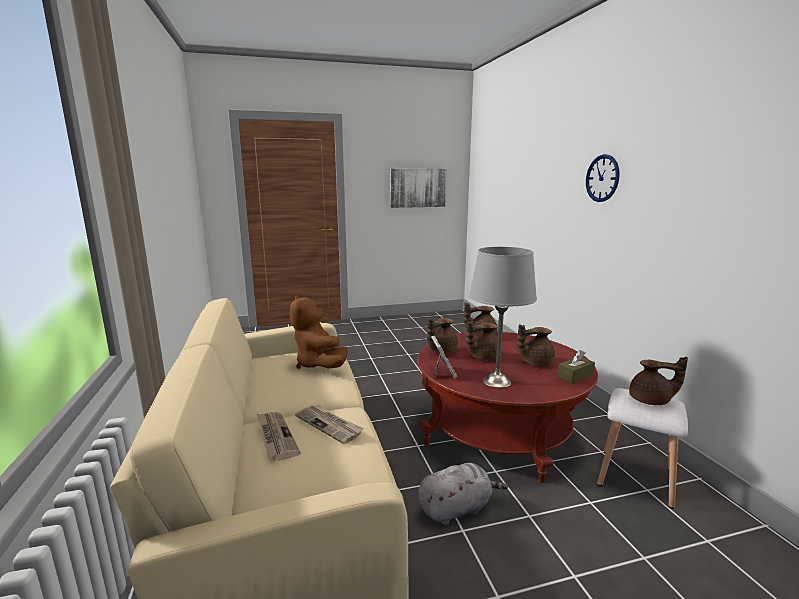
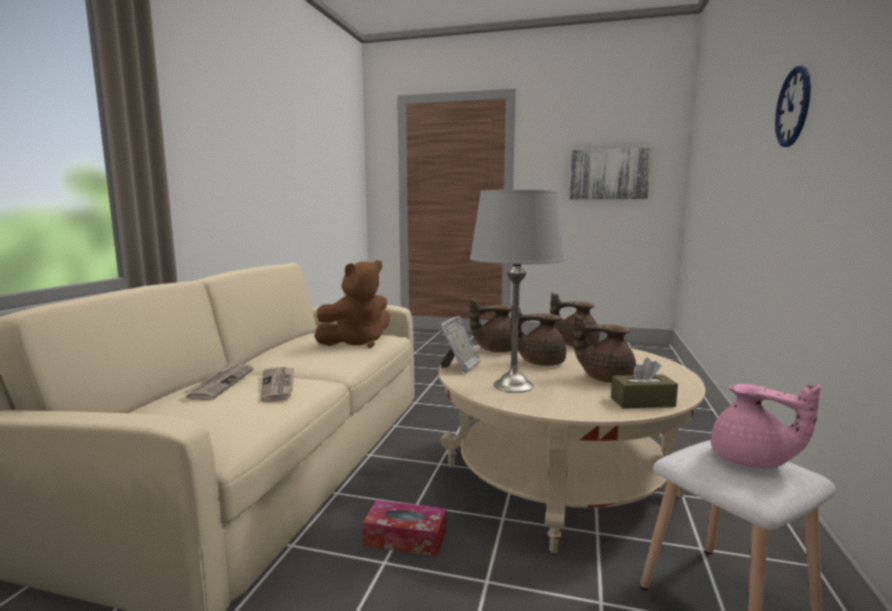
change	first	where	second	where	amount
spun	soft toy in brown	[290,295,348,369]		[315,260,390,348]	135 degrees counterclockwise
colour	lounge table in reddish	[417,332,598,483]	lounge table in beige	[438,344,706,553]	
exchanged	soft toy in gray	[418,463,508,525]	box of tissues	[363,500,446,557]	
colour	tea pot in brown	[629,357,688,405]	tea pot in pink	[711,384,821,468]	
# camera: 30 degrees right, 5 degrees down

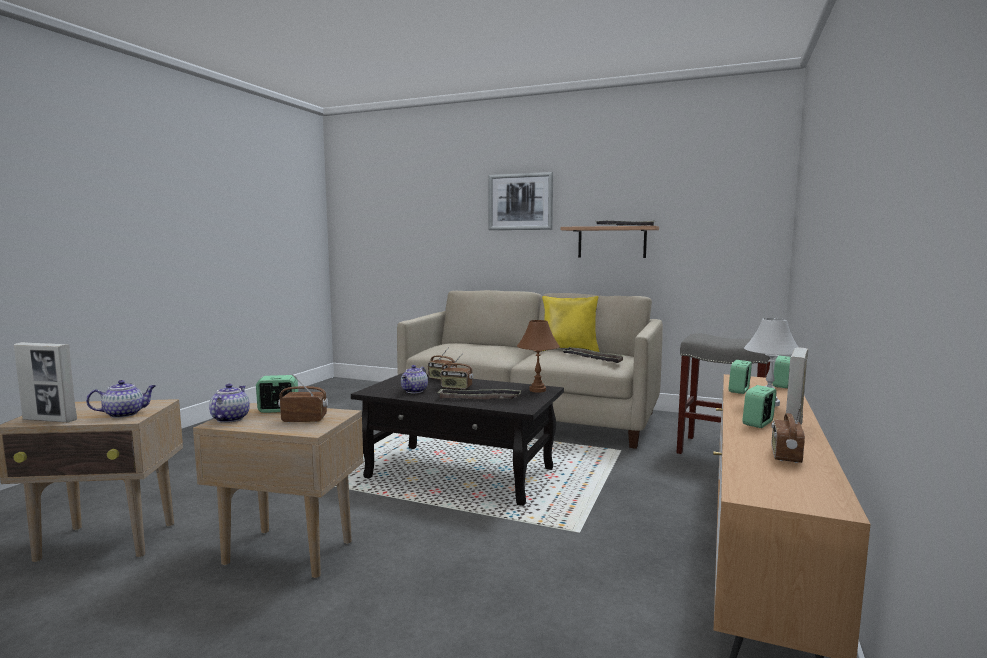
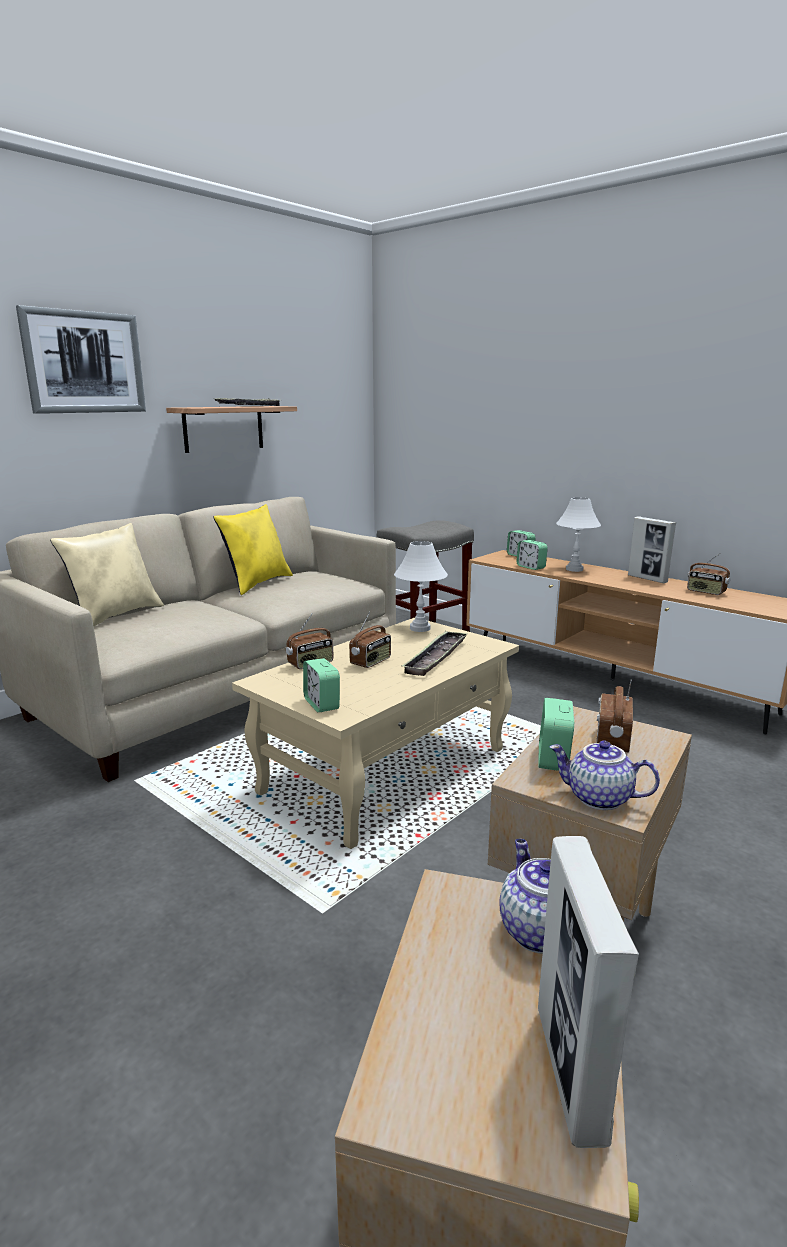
change	first	where	second	where	amount
spun	standing frame	[14,342,77,422]		[538,836,639,1148]	150 degrees clockwise
colour	lounge table in black-coloured	[351,373,564,506]	lounge table in beige	[232,618,519,849]	
missing	tea pot	[401,365,428,393]			
colour	lamp for a table in brown	[517,320,560,393]	lamp for a table in white	[394,541,448,632]	
missing	serving tray	[563,347,626,363]			
relocated	table clock	[743,385,777,428]		[303,658,340,712]	
appeared			cushion in beige	[50,523,164,626]	
# camera: 70 degrees left, 10 degrees up

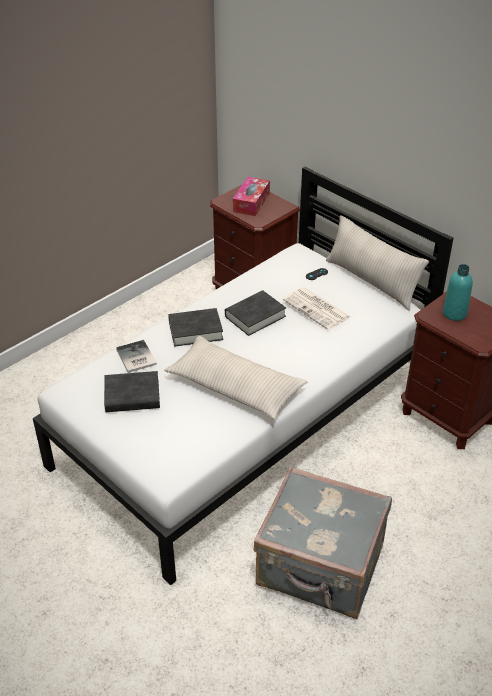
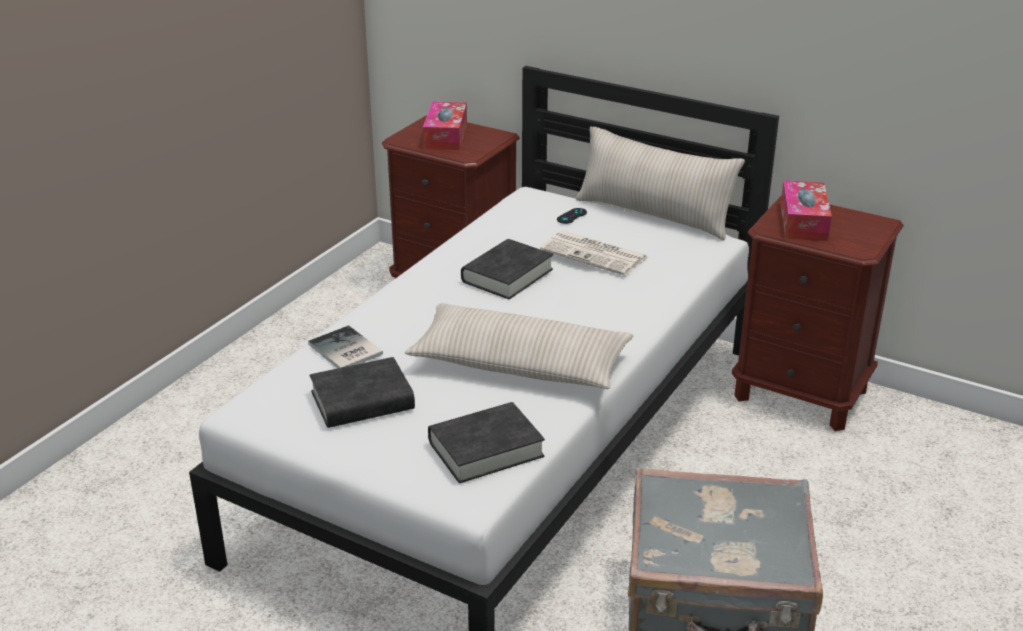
change	first	where	second	where	amount
relocated	book in black-coloured	[168,308,223,347]		[428,402,545,483]	
exchanged	bottle in turquoise-coloured	[443,264,473,321]	box of tissues	[781,180,832,241]	
# camera: 15 degrees left, 10 degrees down

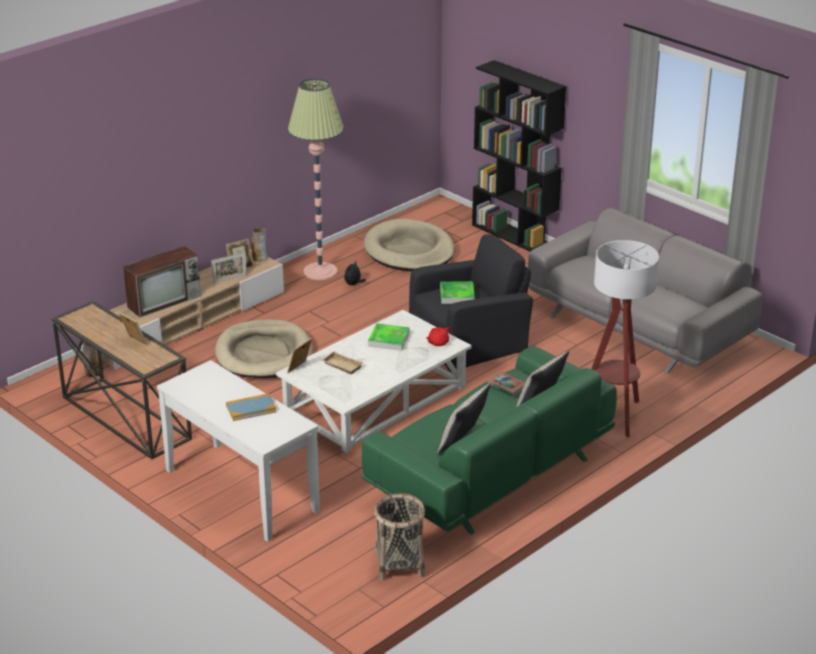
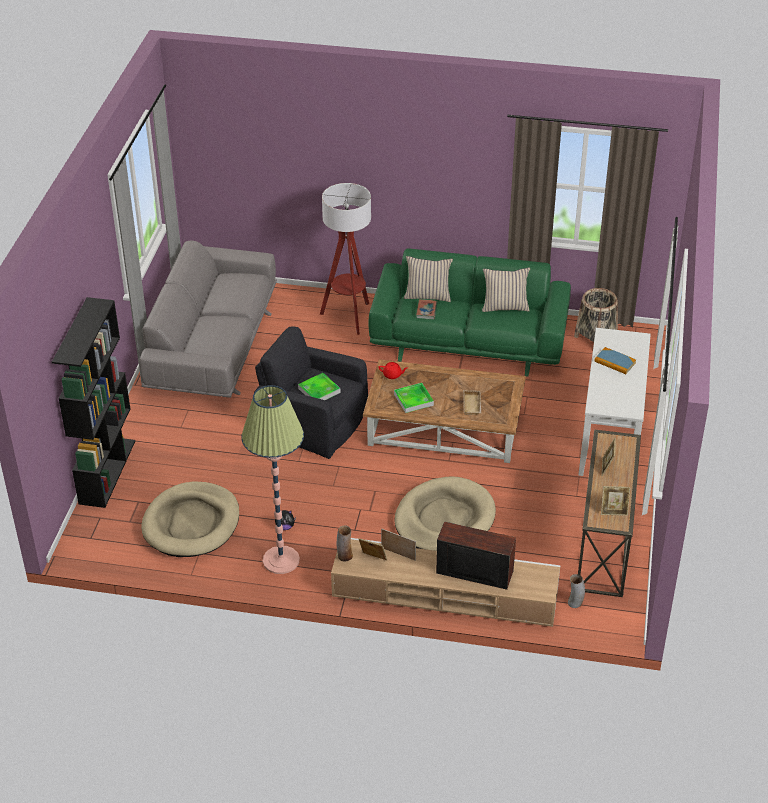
change	first	where	second	where	amount
colour	lounge table in white	[276,310,472,453]	lounge table in brown	[363,359,526,463]	
relocated	standing frame	[287,338,312,373]		[601,486,630,516]	
# camera: 125 degrees left, 10 degrees up

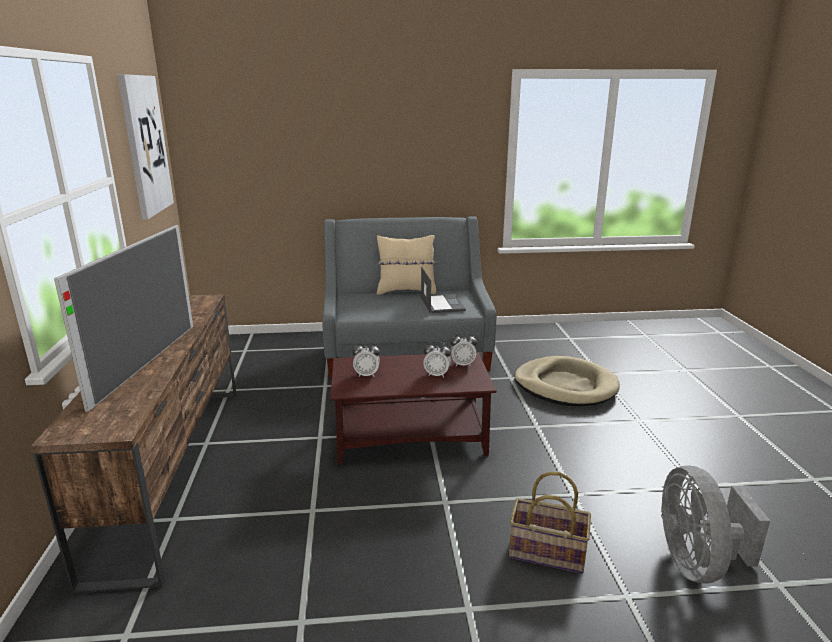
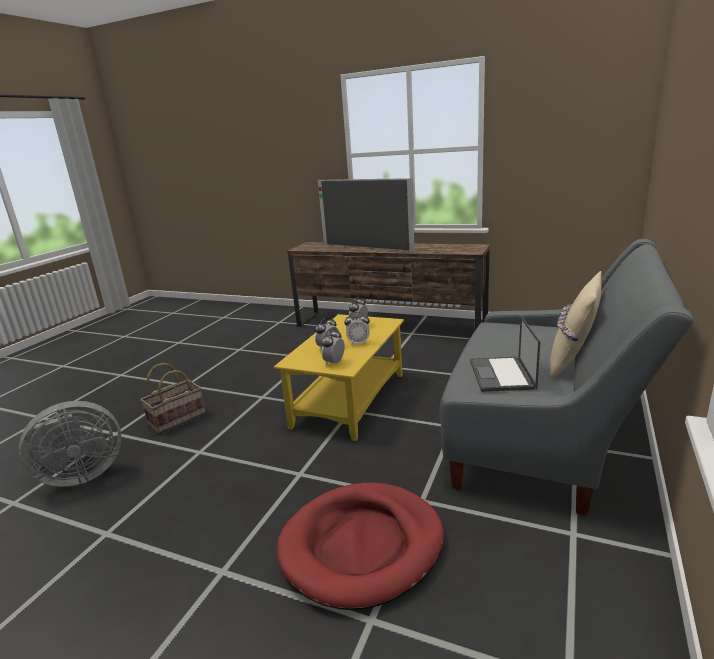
change	first	where	second	where	amount
missing	wall art	[118,74,174,219]			
colour	lounge table in brown	[330,352,496,464]	lounge table in yellow	[274,314,404,441]	
spun	notebook computer	[421,267,466,313]		[470,316,541,392]	75 degrees clockwise
colour	dog cushion in beige	[514,356,620,406]	dog cushion in reddish	[277,482,444,610]	
spun	fan in gray	[661,466,770,583]		[19,401,121,487]	120 degrees clockwise
appeared			table clock	[344,312,370,345]	
# camera: 120 degrees right, 0 degrees up

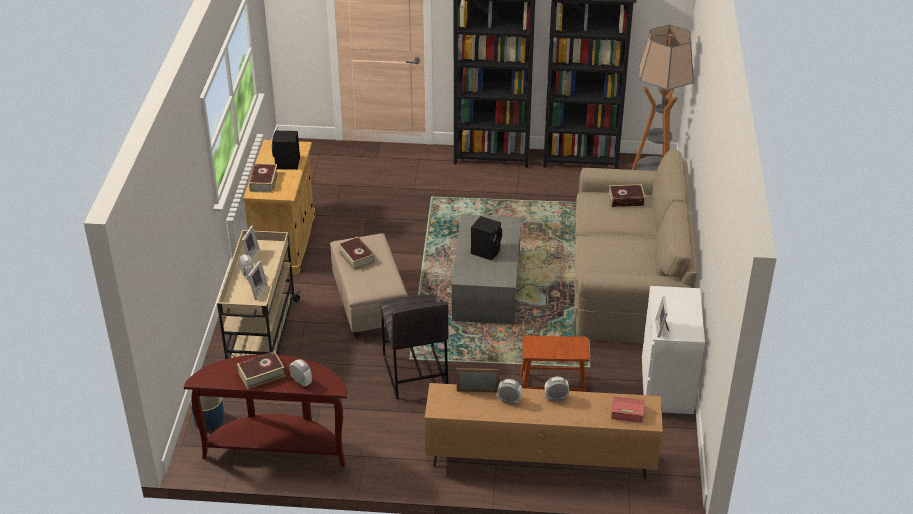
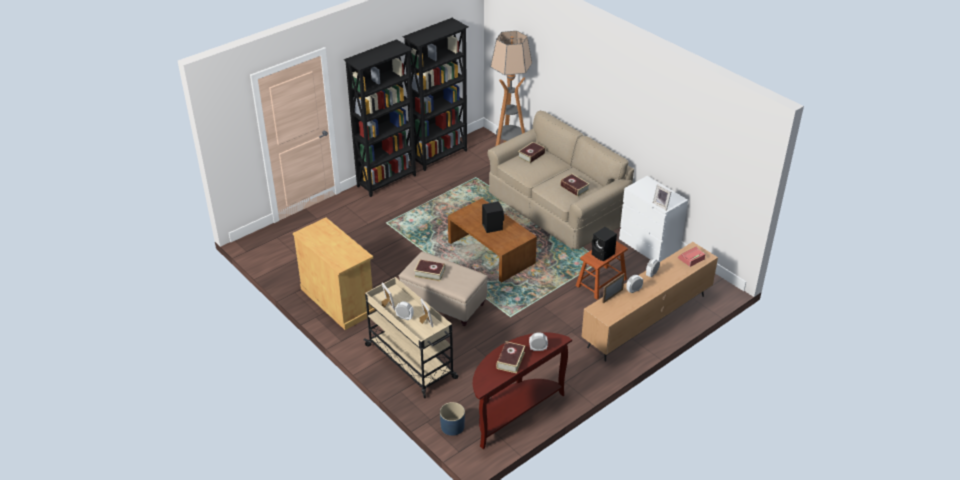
change	first	where	second	where	amount
relocated	book	[249,164,278,193]		[560,174,589,196]	
relocated	speaker in black-coloured	[272,130,300,170]		[592,227,617,262]	
missing	stool in gray	[380,294,448,399]			
colour	lounge table in gray	[452,214,521,324]	lounge table in brown	[448,198,537,283]	
# camera: 45 degrees left, 0 degrees up

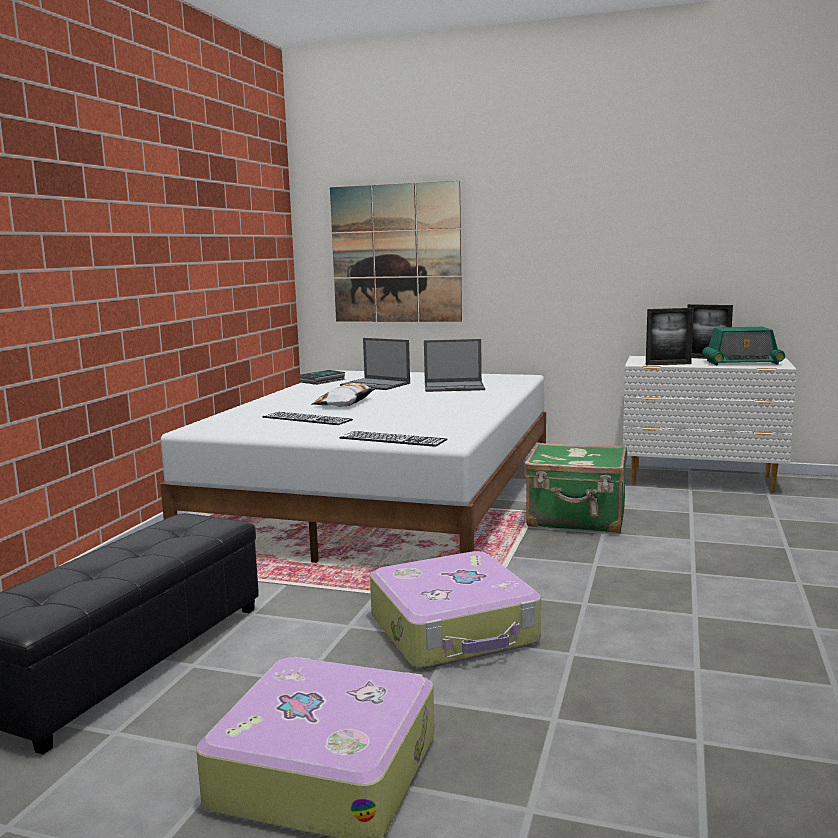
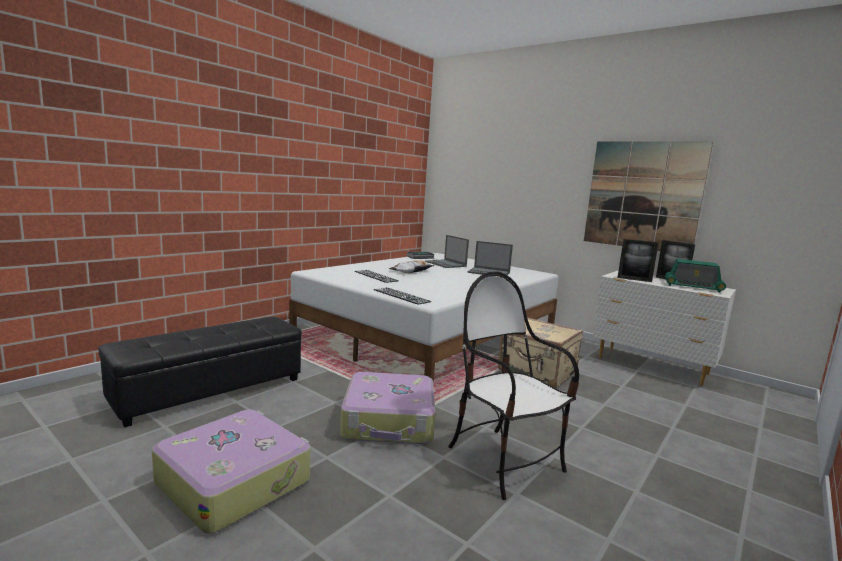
change	first	where	second	where	amount
relocated	wall art	[330,181,462,322]		[584,142,713,251]	
colour	suitcase in green-coloured	[524,442,627,533]	suitcase in beige	[498,317,583,388]	
appeared			plain chair	[448,271,579,500]	
# camera: 20 degrees right, 0 degrees up

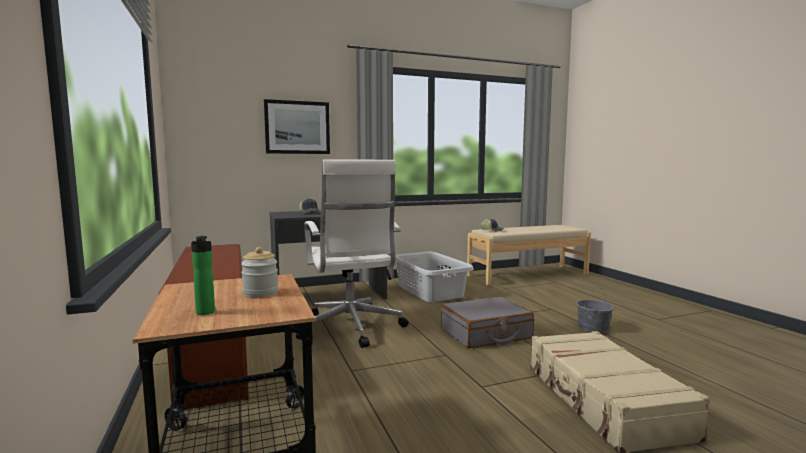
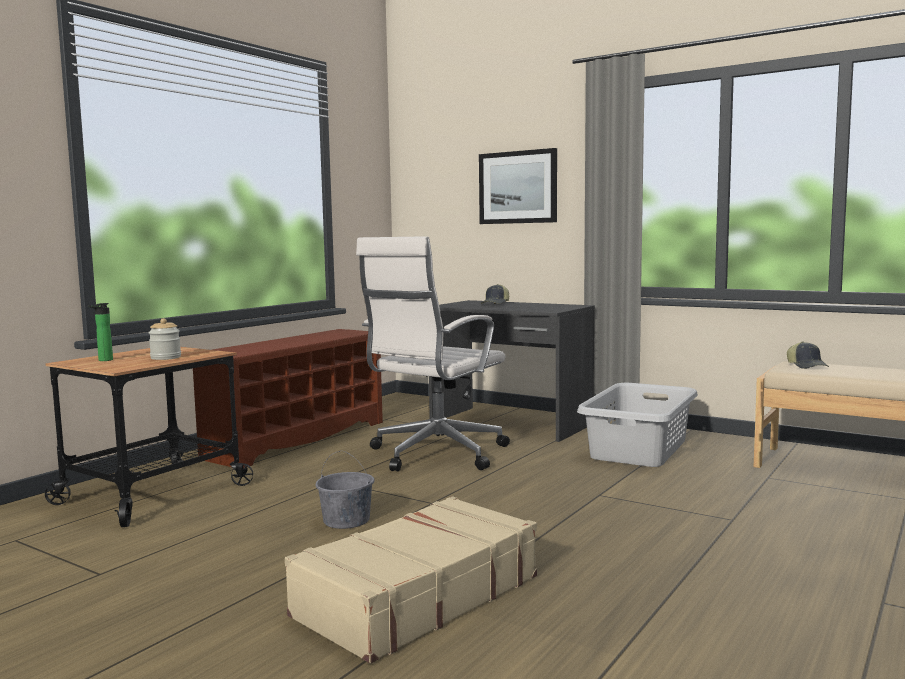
change	first	where	second	where	amount
missing	suitcase in gray	[441,297,534,348]			
relocated	bucket in gray	[576,287,614,333]		[316,451,375,529]	
# camera: 55 degrees right, 0 degrees up

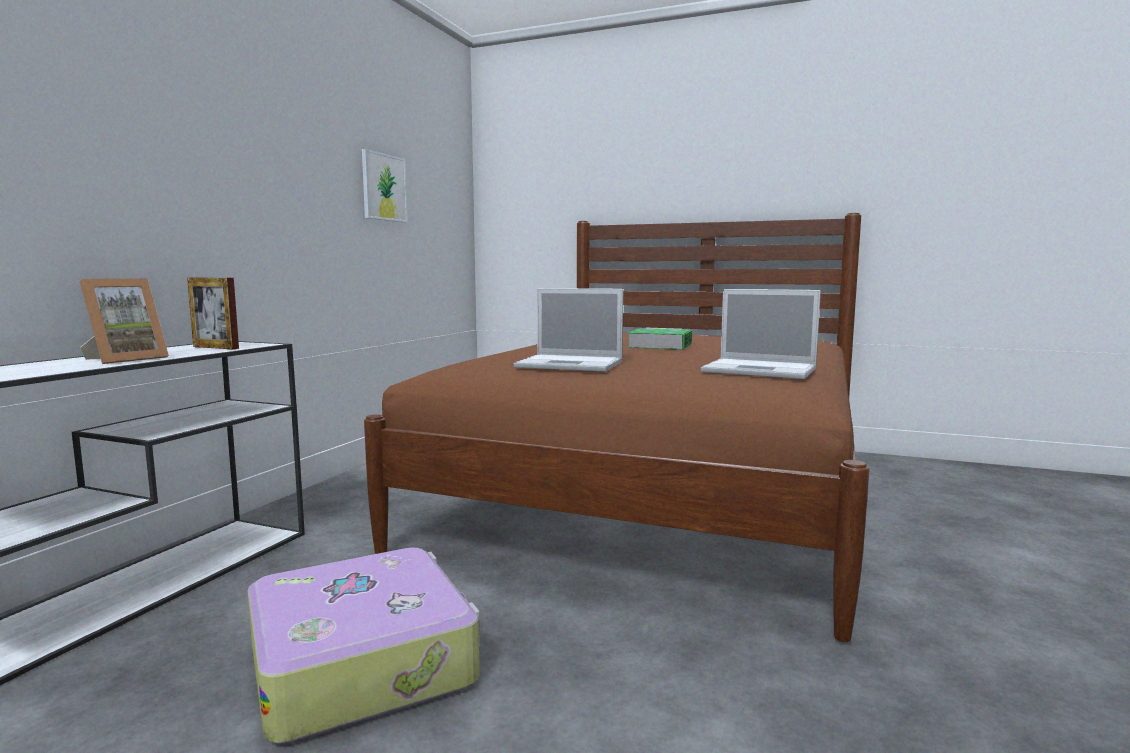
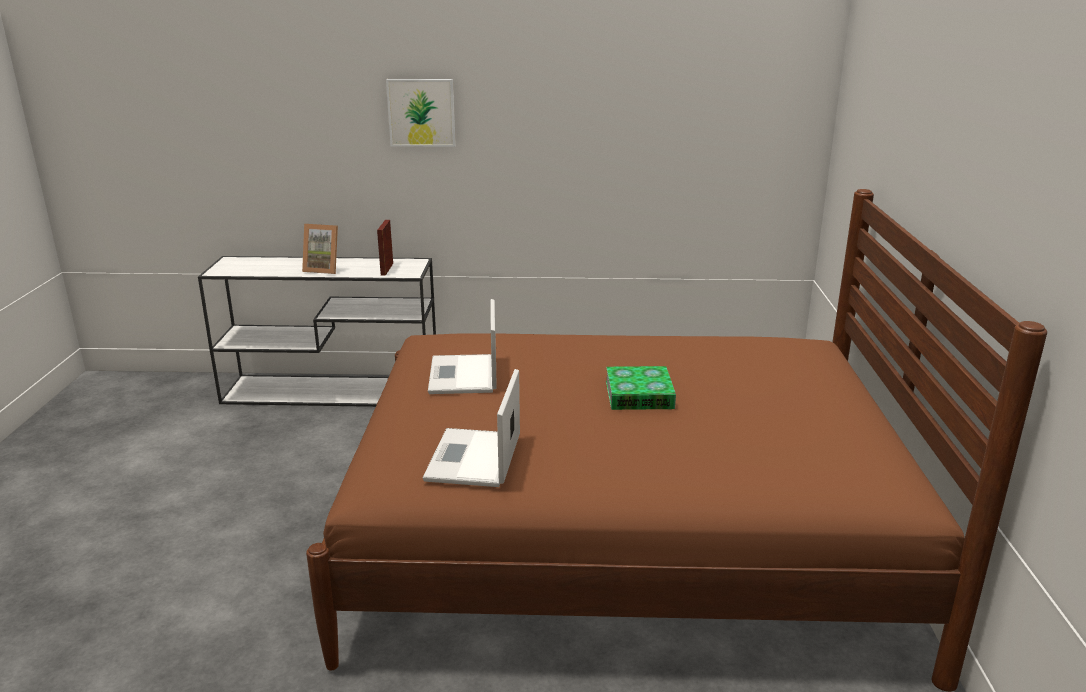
change	first	where	second	where	amount
missing	suitcase	[248,548,480,744]			
relocated	wall art	[362,149,408,223]		[386,79,456,147]	
# camera: 70 degrees right, 15 degrees up

